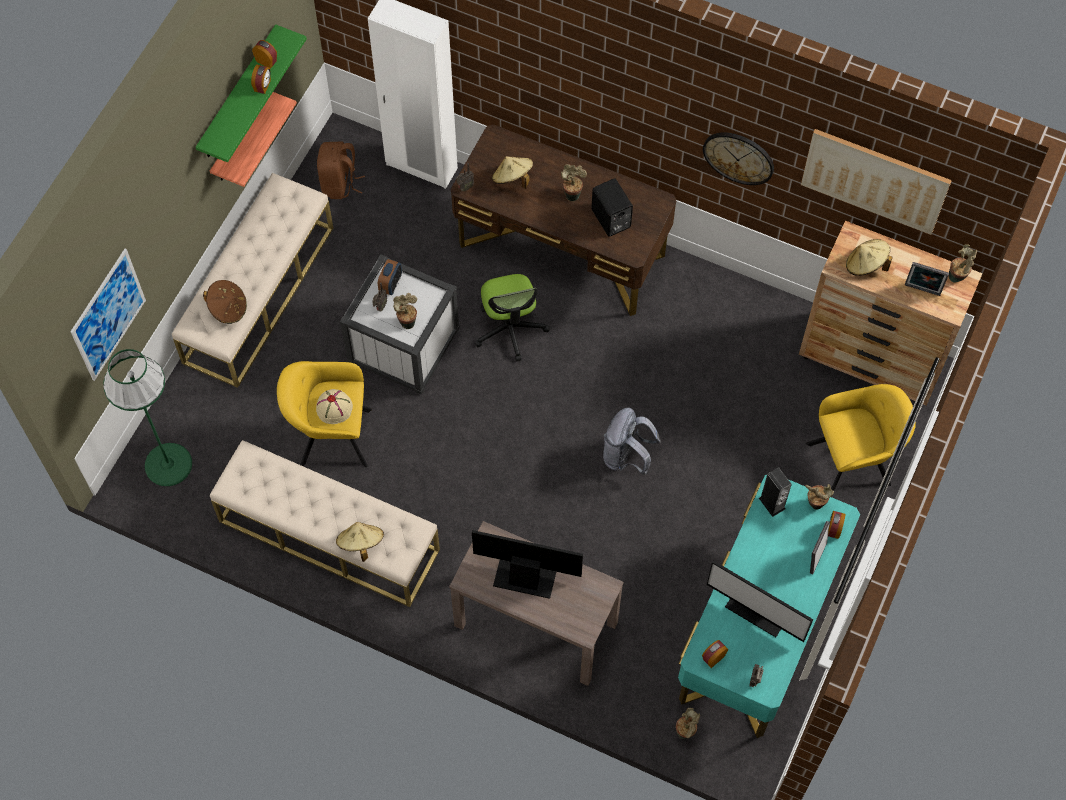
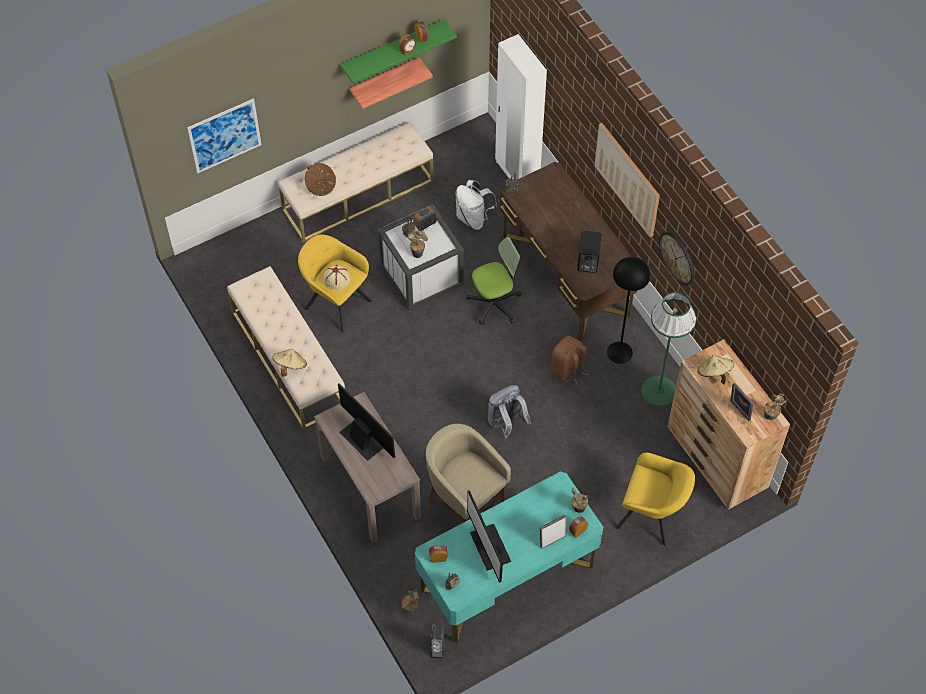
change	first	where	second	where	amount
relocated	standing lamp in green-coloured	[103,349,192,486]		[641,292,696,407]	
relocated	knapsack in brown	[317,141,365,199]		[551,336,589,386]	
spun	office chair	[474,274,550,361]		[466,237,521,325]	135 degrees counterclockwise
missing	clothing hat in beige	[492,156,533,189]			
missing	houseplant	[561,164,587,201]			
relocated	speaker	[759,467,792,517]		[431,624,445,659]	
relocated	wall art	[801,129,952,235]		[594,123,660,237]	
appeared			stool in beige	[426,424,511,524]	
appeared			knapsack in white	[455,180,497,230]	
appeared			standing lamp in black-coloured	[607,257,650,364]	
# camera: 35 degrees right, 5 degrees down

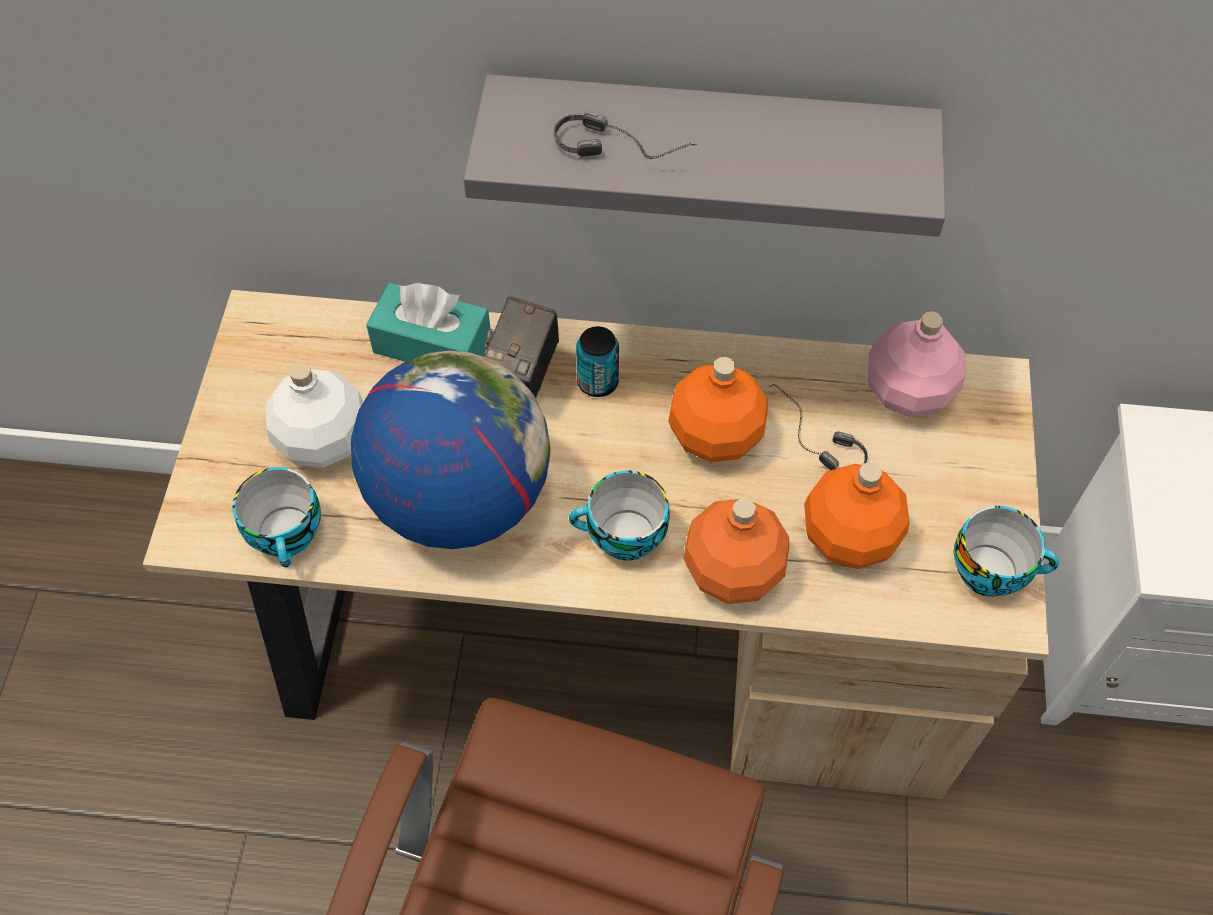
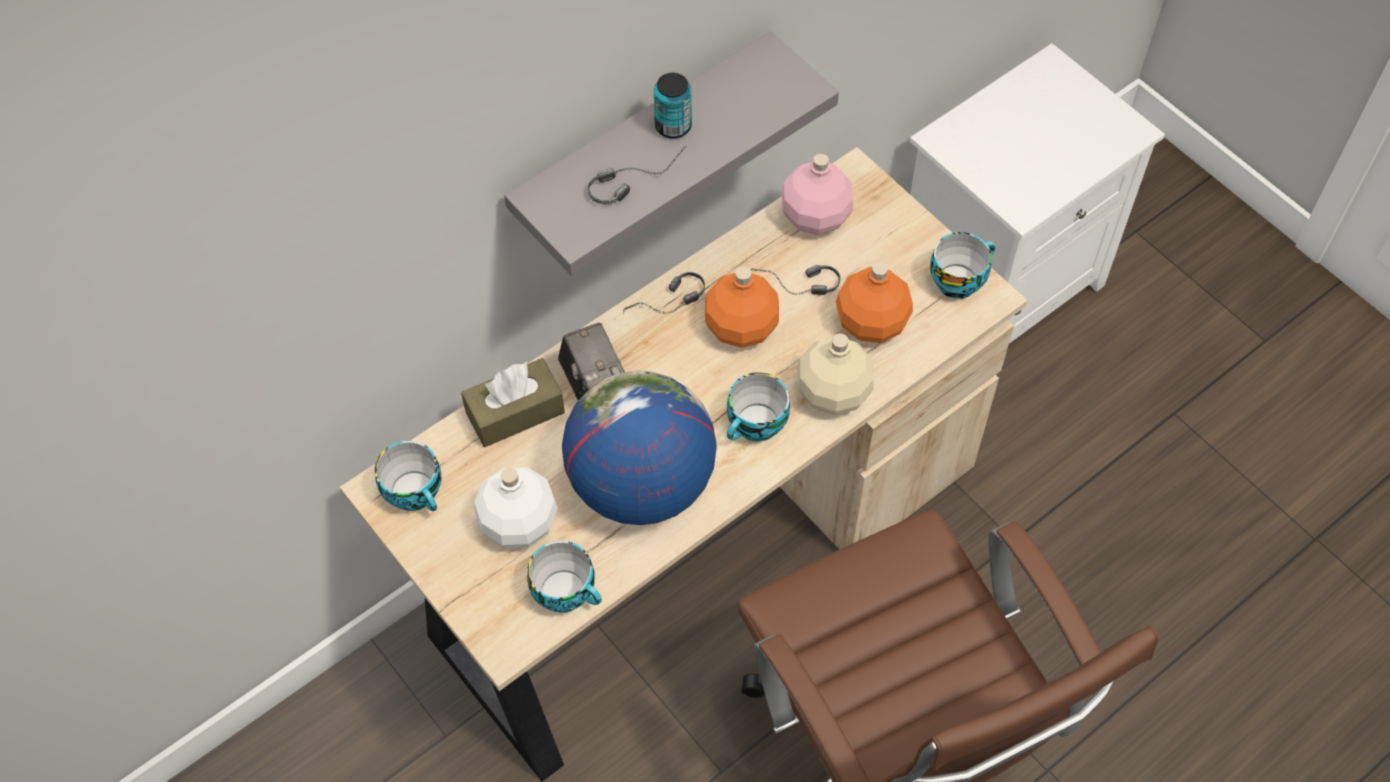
change	first	where	second	where	amount
colour	box of tissues in turquoise-coloured	[366,283,491,362]	box of tissues in brown	[461,358,565,447]	
relocated	can	[576,326,619,397]		[654,73,692,139]	
colour	bottle in orange	[683,498,789,604]	bottle in beige	[798,333,874,415]	
appeared			drinking cup	[375,441,442,511]	
appeared			headset	[623,272,705,314]	
# camera: 45 degrees left, 0 degrees up

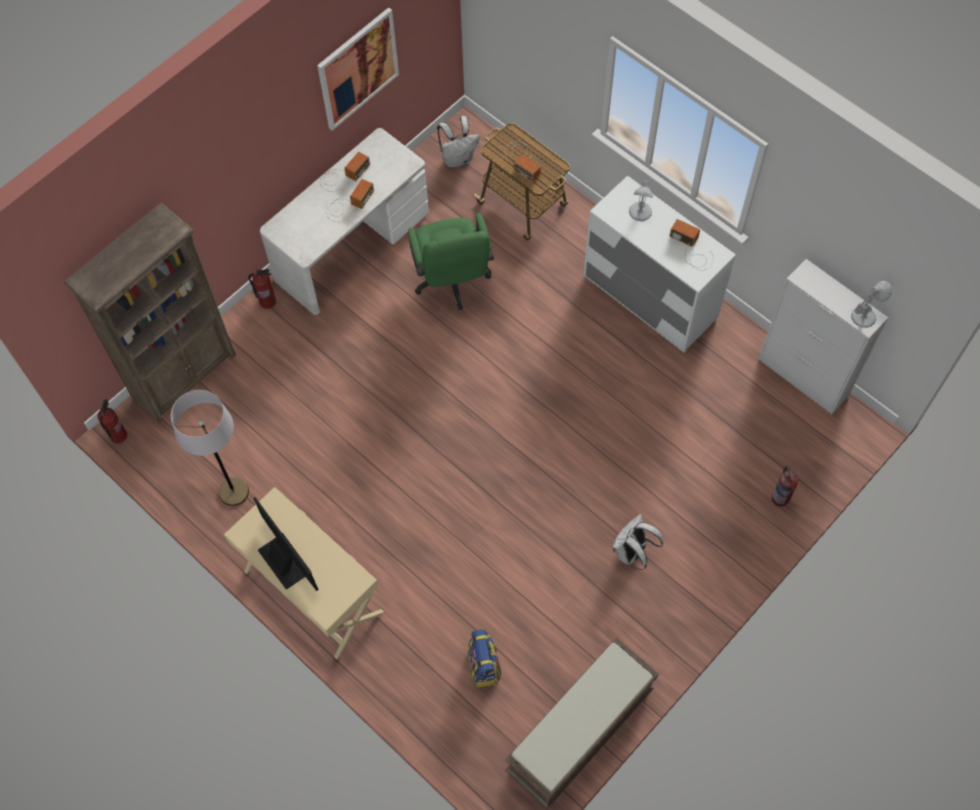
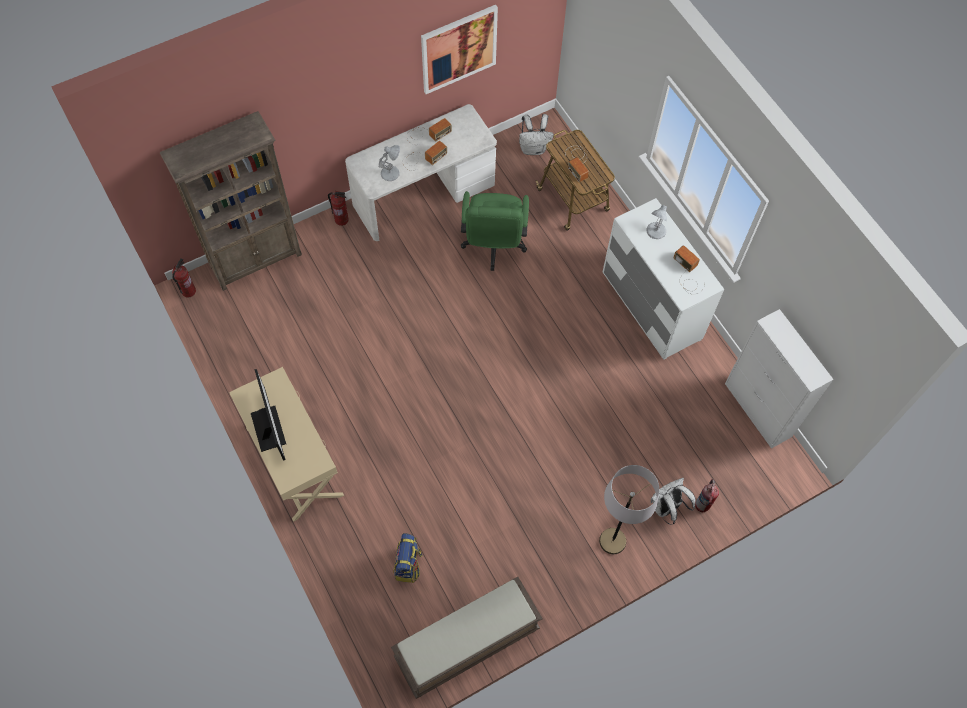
change	first	where	second	where	amount
relocated	standing lamp in gray	[171,390,249,506]		[599,465,659,554]	
relocated	knapsack in white	[613,514,663,570]		[651,478,696,525]	
relocated	lamp for a table in white	[851,281,892,328]		[379,145,400,181]	
# camera: 15 degrees right, 0 degrees up

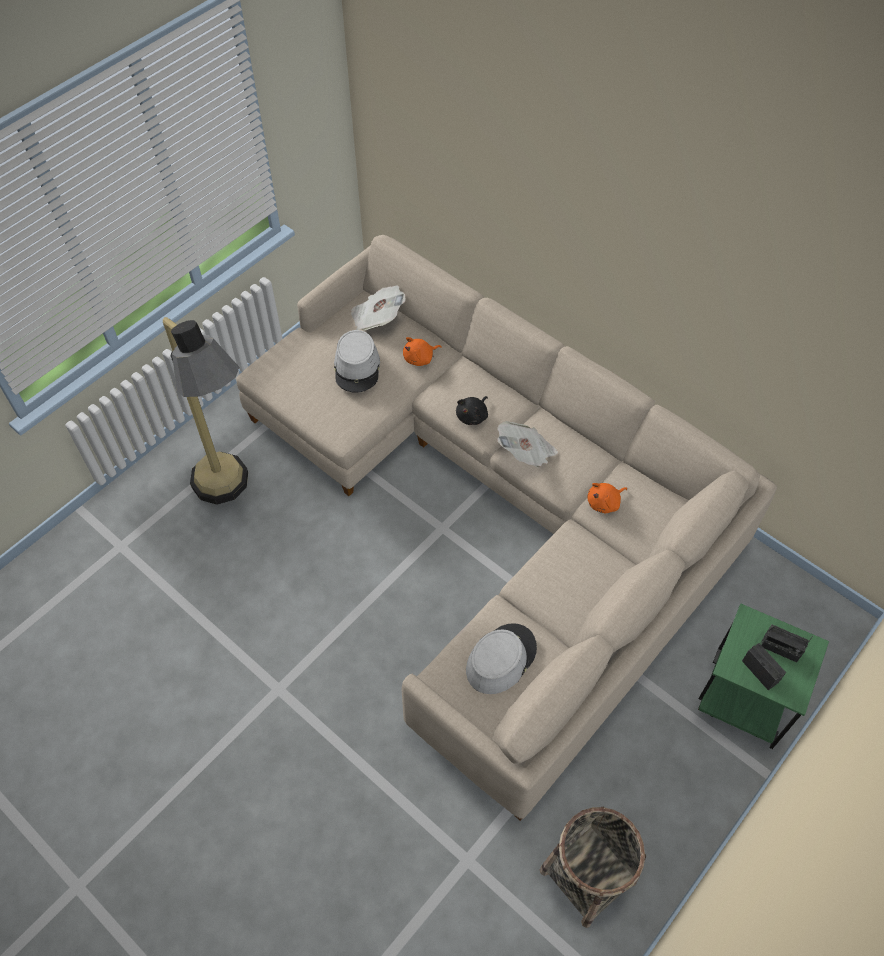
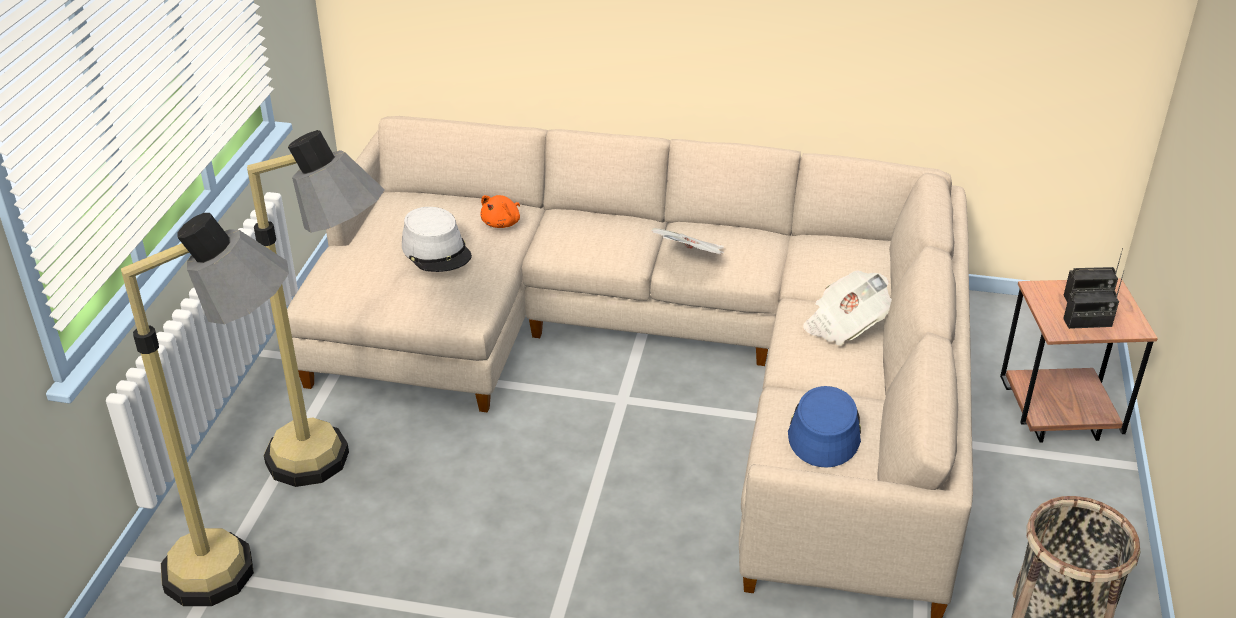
change	first	where	second	where	amount
relocated	printed paper	[351,286,406,330]		[803,270,892,346]	
missing	soft toy in black-coloured	[456,396,488,425]			
colour	clothing hat in gray	[466,623,537,694]	clothing hat in blue-coloured	[788,386,861,467]	
missing	soft toy in orange	[588,483,627,513]			
colour	accent table in green-coloured	[698,604,829,749]	accent table in brown	[1000,278,1158,443]	
spun	radio set	[742,635,786,690]		[1063,271,1124,329]	150 degrees clockwise
appeared			standing lamp	[121,213,289,606]	
# camera: 30 degrees left, 20 degrees down

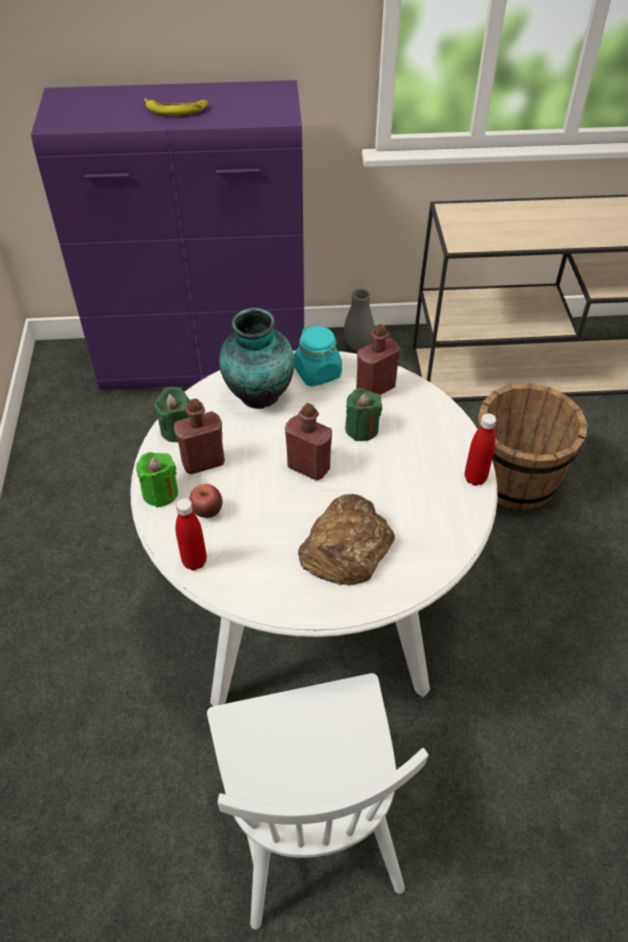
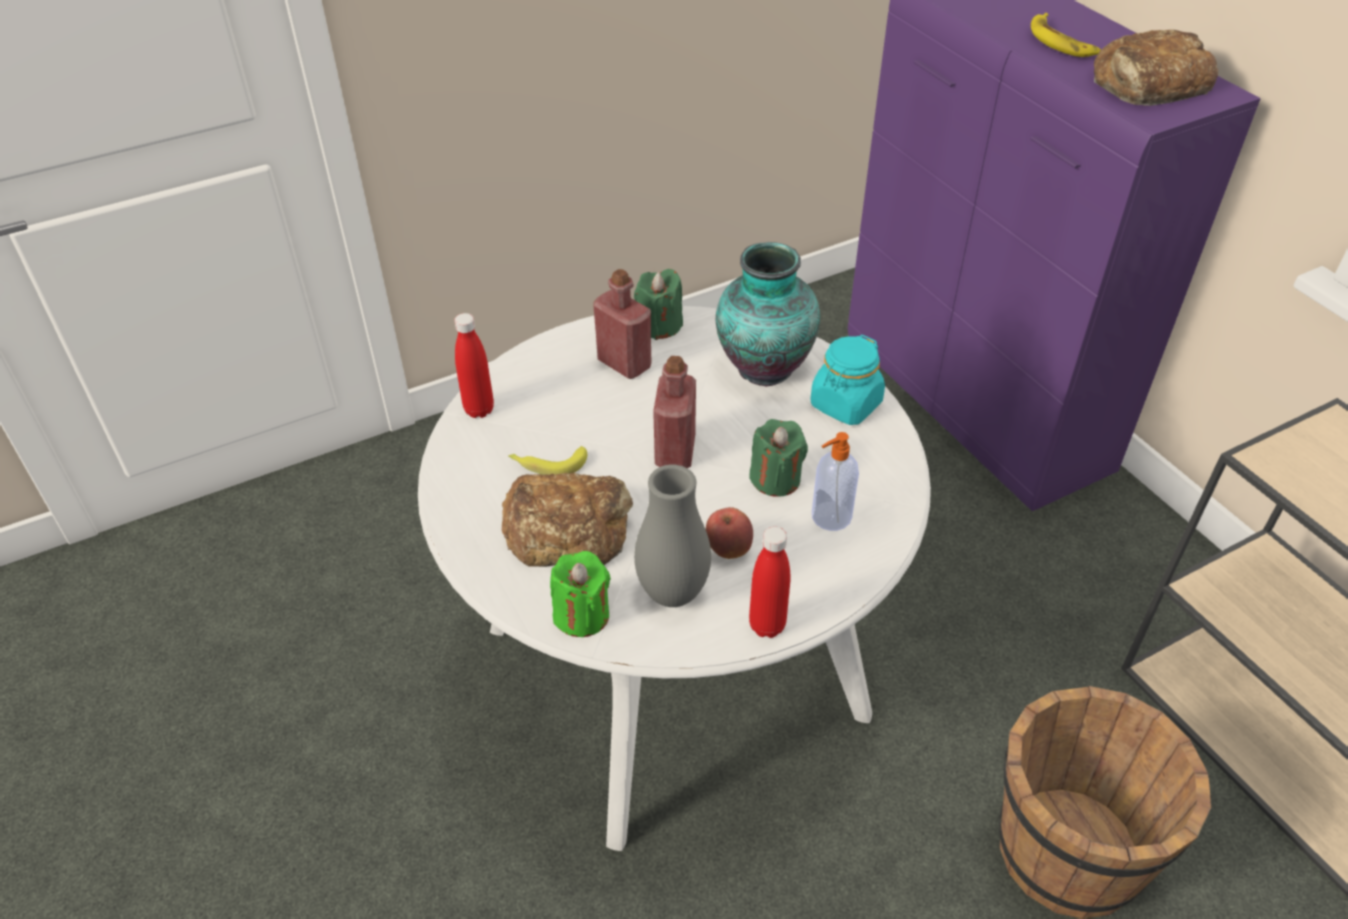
change	first	where	second	where	amount
relocated	wax candle in green-coloured	[136,452,178,508]		[550,551,611,637]	
relocated	apple fruit	[189,484,222,518]		[706,507,753,559]	
missing	plain chair in white	[207,673,429,930]			
relocated	vase in gray	[344,289,374,350]		[634,465,711,607]	
missing	bottle in reddish	[356,324,400,395]			
appeared			banana fruit	[508,446,587,475]	
appeared			soap bottle	[812,432,859,531]	
appeared			bakery bread	[1094,30,1218,106]	
# camera: 65 degrees right, 5 degrees down

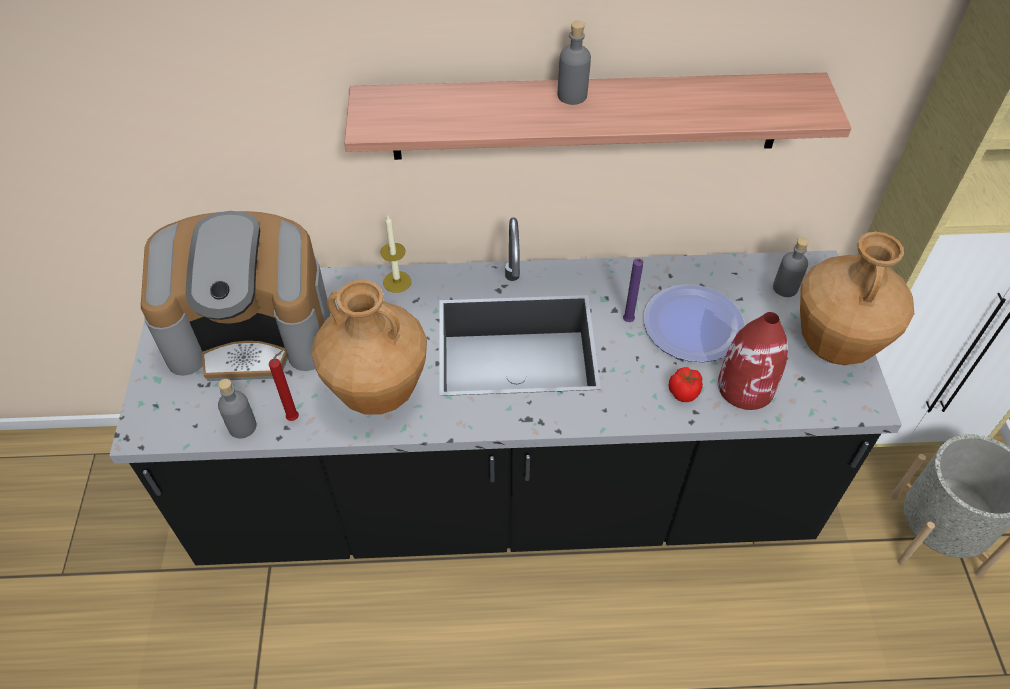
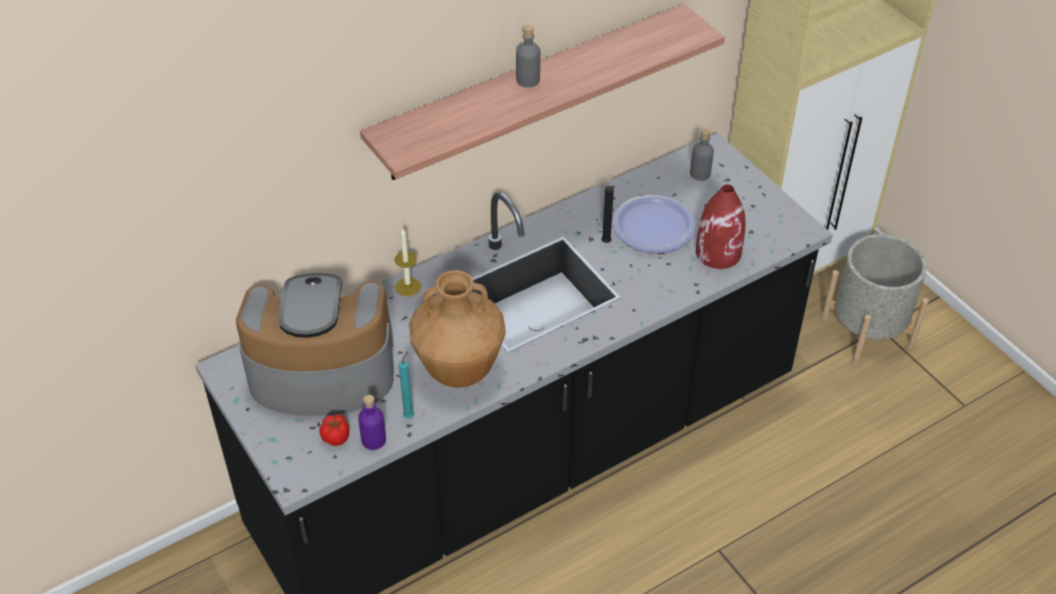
change	first	where	second	where	amount
spun	coffee brewer	[141,211,331,381]		[236,273,394,416]	150 degrees counterclockwise
colour	bottle in gray	[218,379,257,439]	bottle in purplish	[358,395,386,450]	
colour	wax candle in reddish	[269,350,299,421]	wax candle in turquoise-coloured	[399,351,414,419]	
colour	wax candle in purplish	[623,258,644,322]	wax candle in black-coloured	[601,185,616,243]	
relocated	fresh tomato	[669,367,703,402]		[319,414,350,446]	
missing	vase in brown	[800,231,914,365]			
# camera: 30 degrees left, 5 degrees down

